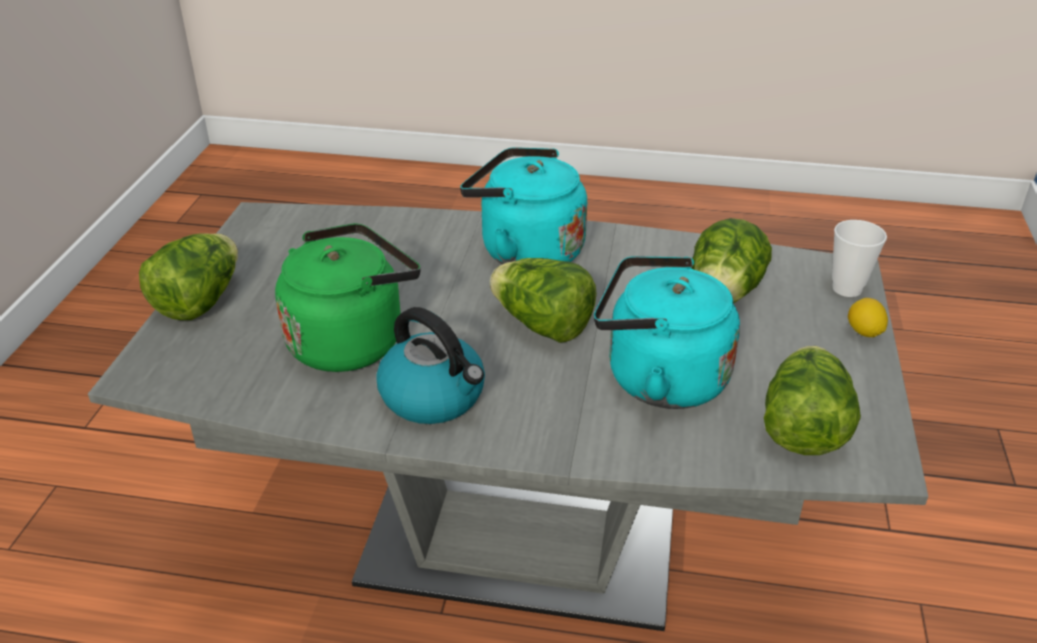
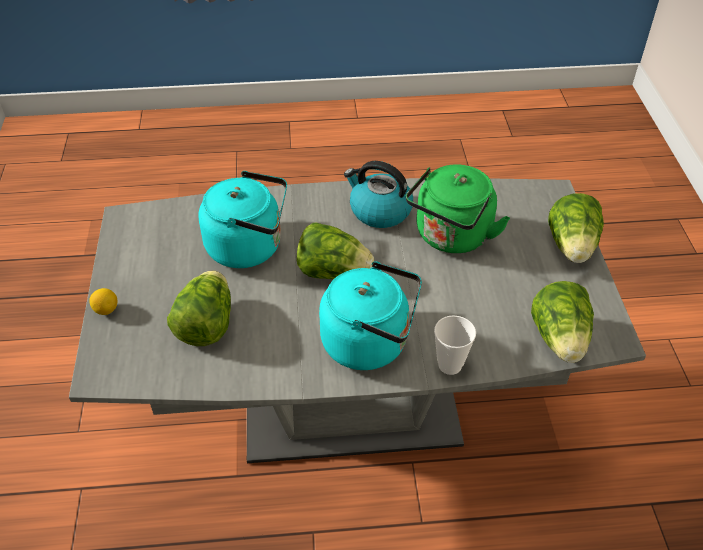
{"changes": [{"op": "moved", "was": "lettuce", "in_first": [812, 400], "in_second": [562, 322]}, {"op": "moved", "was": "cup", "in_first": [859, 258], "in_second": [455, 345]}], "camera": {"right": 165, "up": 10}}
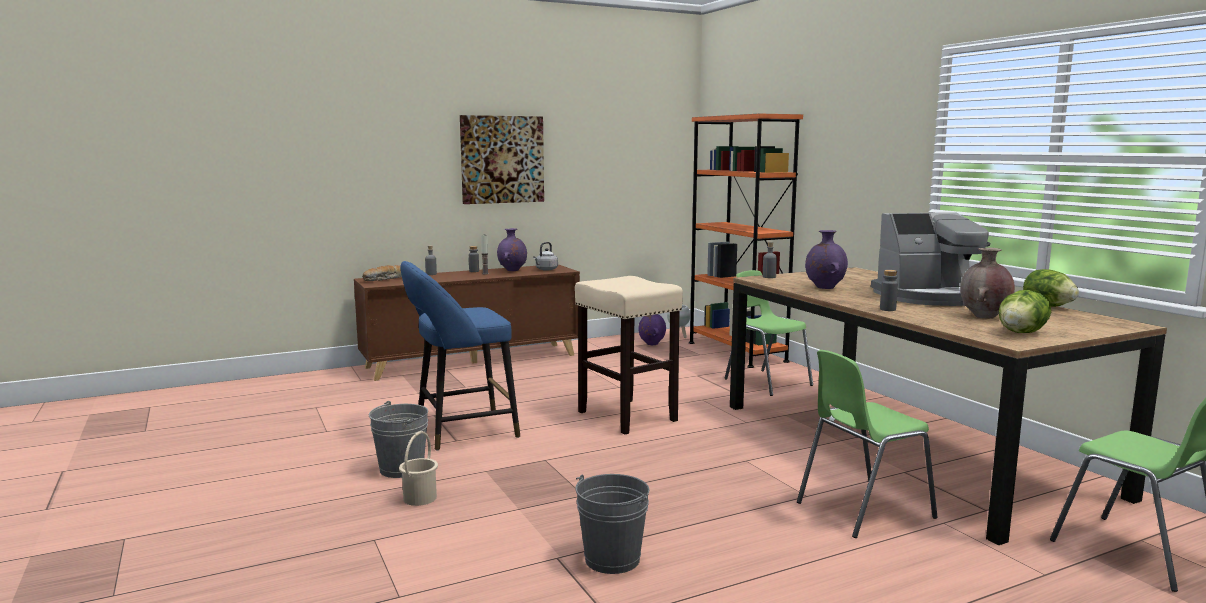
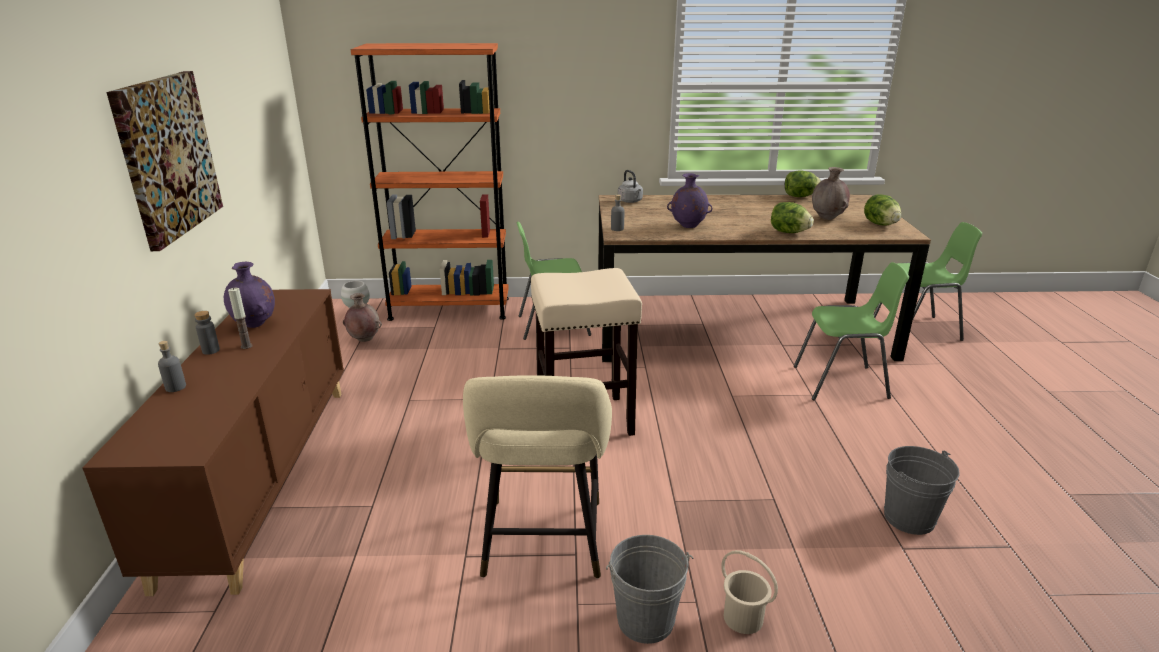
{"changes": [{"op": "removed", "was": "bread", "in_first": [382, 273]}, {"op": "recoloured", "was": "blue stool", "now": "beige stool", "in_first": [460, 355], "in_second": [537, 476]}, {"op": "moved", "was": "grey kettle", "in_first": [545, 256], "in_second": [630, 186]}, {"op": "recoloured", "was": "purple vase", "now": "brown vase", "in_first": [652, 329], "in_second": [362, 317]}, {"op": "turned", "was": "green chair", "in_first": [867, 444], "in_second": [851, 331], "clockwise": -90}, {"op": "removed", "was": "coffee machine", "in_first": [930, 259]}, {"op": "replaced", "was": "grey bottle", "now": "lettuce", "in_first": [889, 290], "in_second": [792, 217]}], "camera": {"right": -65, "up": 15}}
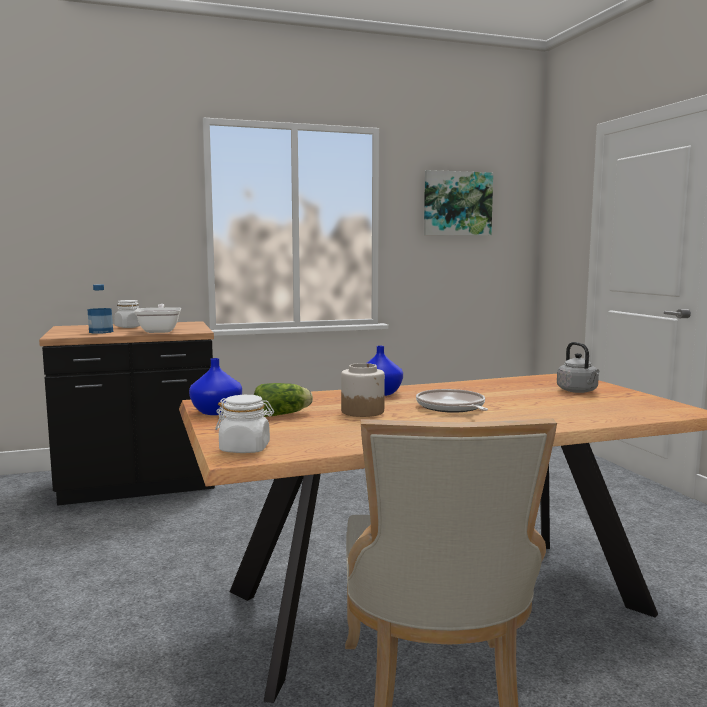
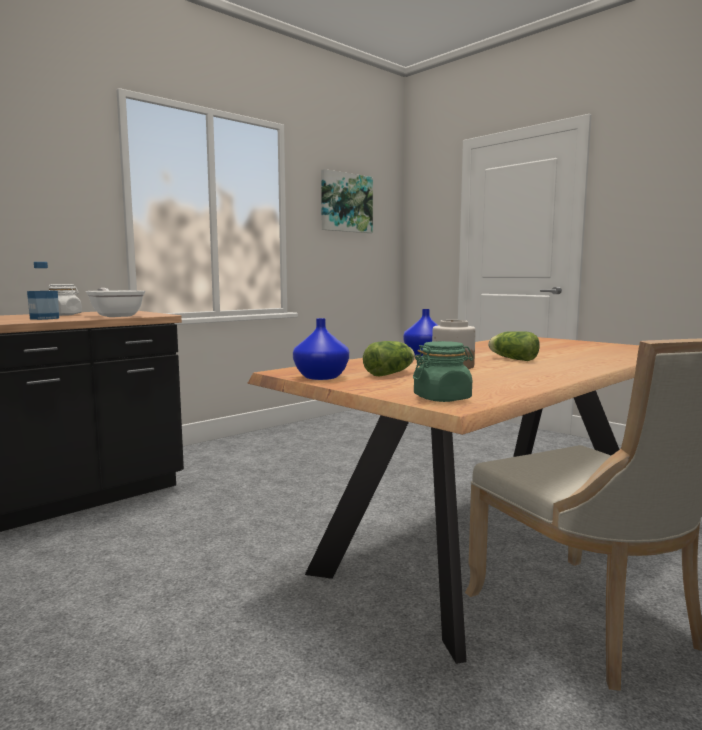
{"changes": [{"op": "recoloured", "was": "white jar", "now": "green jar", "in_first": [244, 424], "in_second": [443, 371]}, {"op": "replaced", "was": "frying pan", "now": "lettuce", "in_first": [452, 401], "in_second": [514, 346]}, {"op": "removed", "was": "grey kettle", "in_first": [578, 367]}], "camera": {"right": -25, "up": 0}}
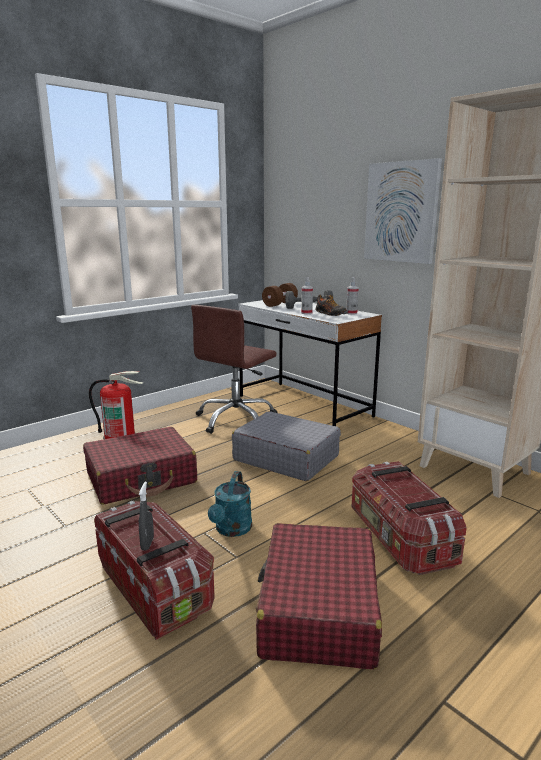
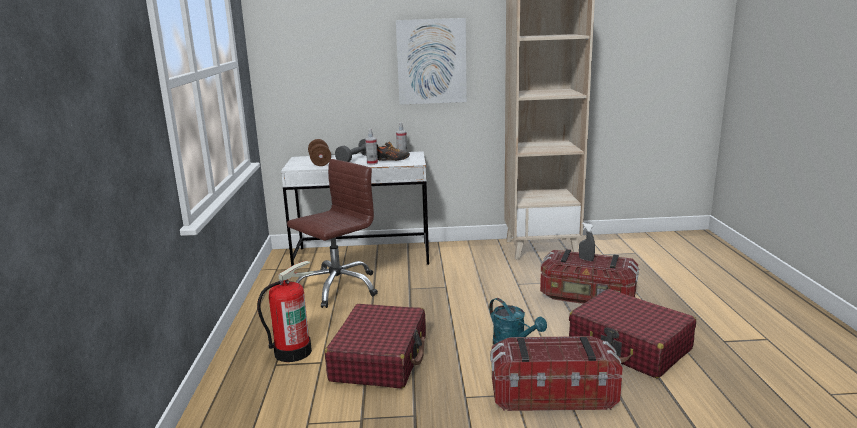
{"changes": [{"op": "moved", "was": "grey spray bottle", "in_first": [146, 516], "in_second": [587, 242]}, {"op": "turned", "was": "brown office chair", "in_first": [234, 369], "in_second": [332, 233], "clockwise": -120}, {"op": "removed", "was": "grey suitcase", "in_first": [286, 446]}], "camera": {"right": -50, "up": 0}}
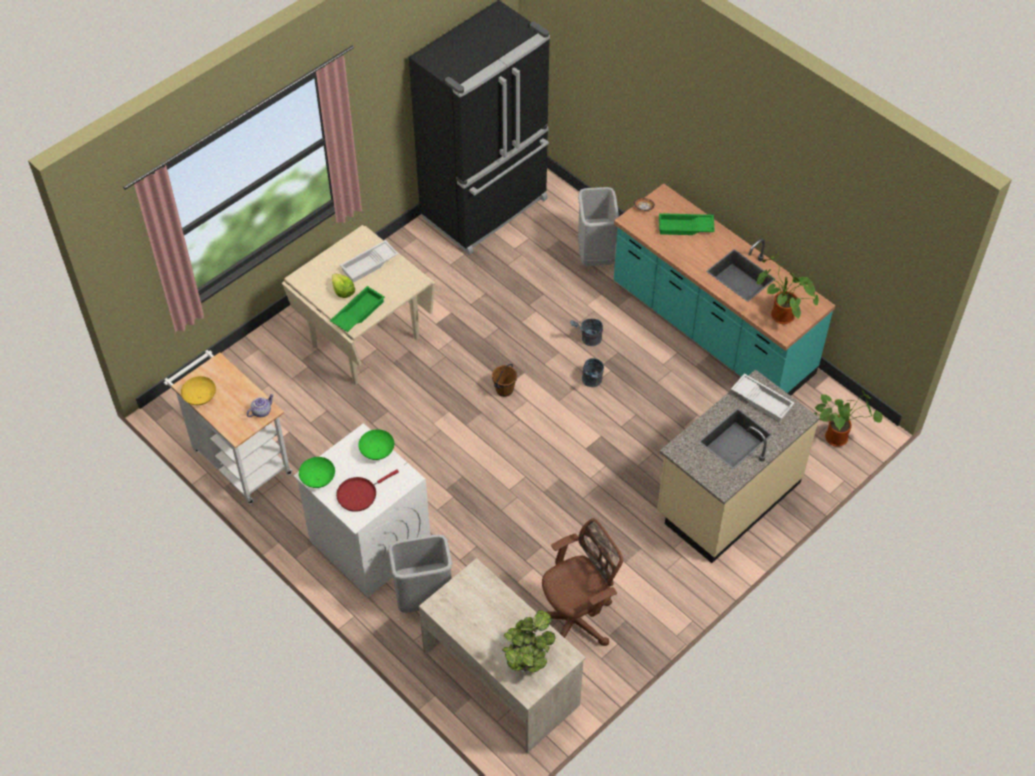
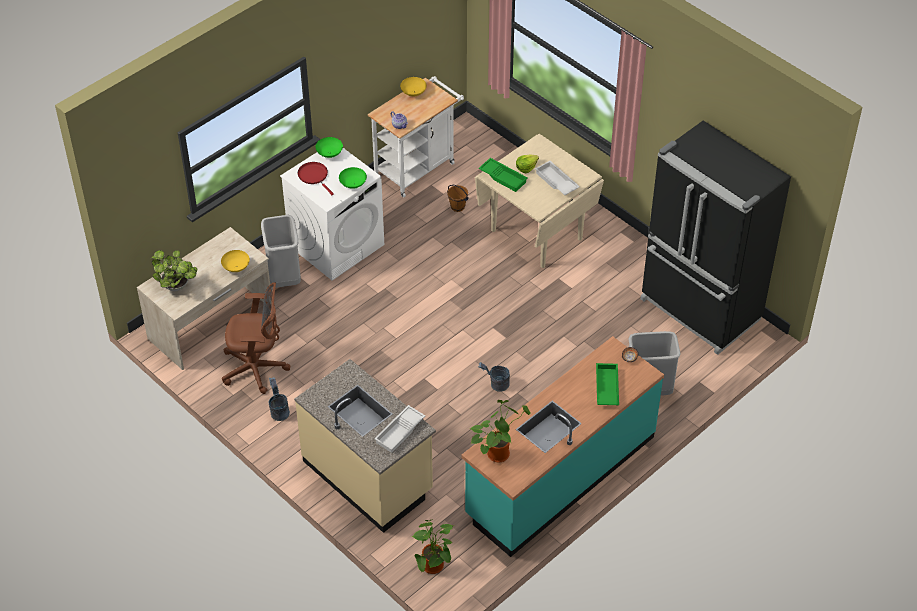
{"changes": [{"op": "moved", "was": "brown bucket", "in_first": [504, 380], "in_second": [458, 198]}, {"op": "turned", "was": "brown office chair", "in_first": [582, 582], "in_second": [256, 338], "clockwise": -60}, {"op": "moved", "was": "grey bucket", "in_first": [586, 332], "in_second": [279, 399]}, {"op": "added", "now": "yellow bowl", "in_second": [235, 261]}], "camera": {"right": 90, "up": -5}}
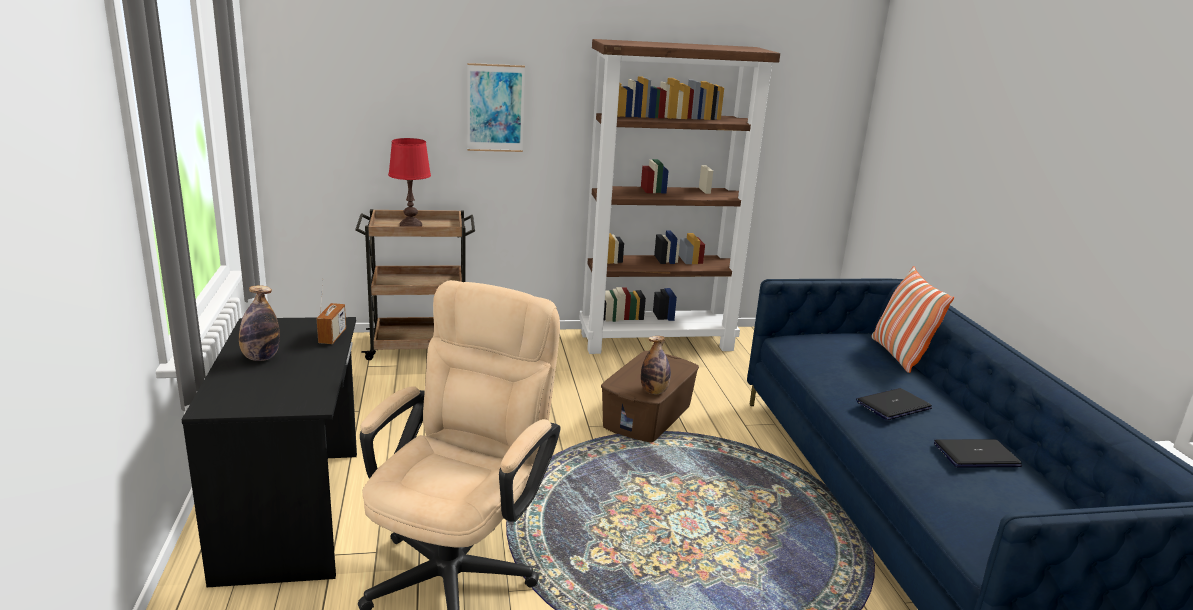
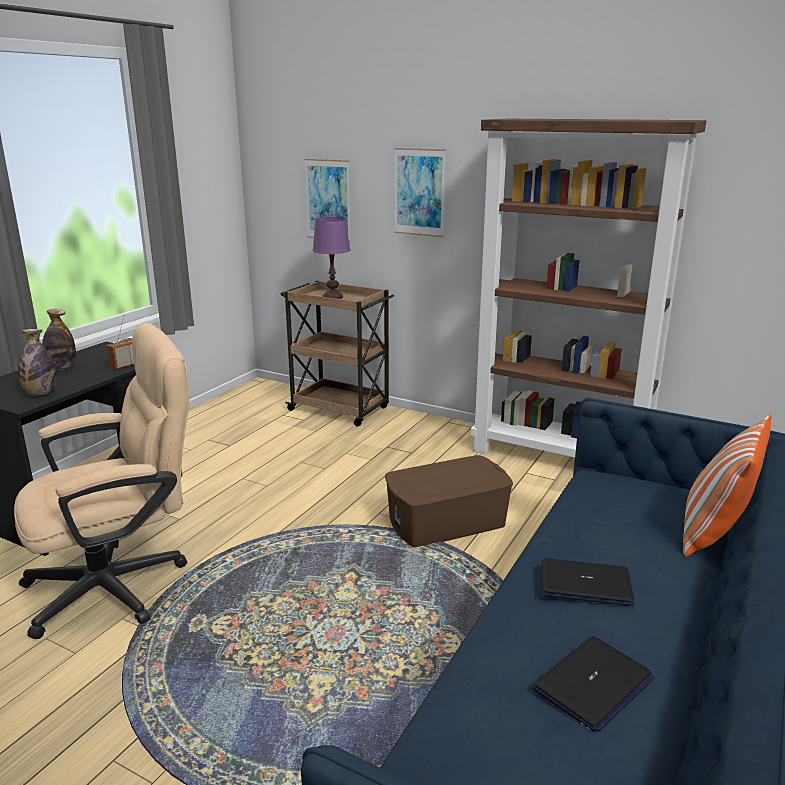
{"changes": [{"op": "recoloured", "was": "red table lamp", "now": "purple table lamp", "in_first": [409, 182], "in_second": [331, 258]}, {"op": "moved", "was": "bottle", "in_first": [656, 365], "in_second": [37, 362]}, {"op": "turned", "was": "laptop", "in_first": [978, 453], "in_second": [594, 684], "clockwise": 105}, {"op": "added", "now": "picture", "in_second": [327, 200]}], "camera": {"right": 40, "up": 0}}
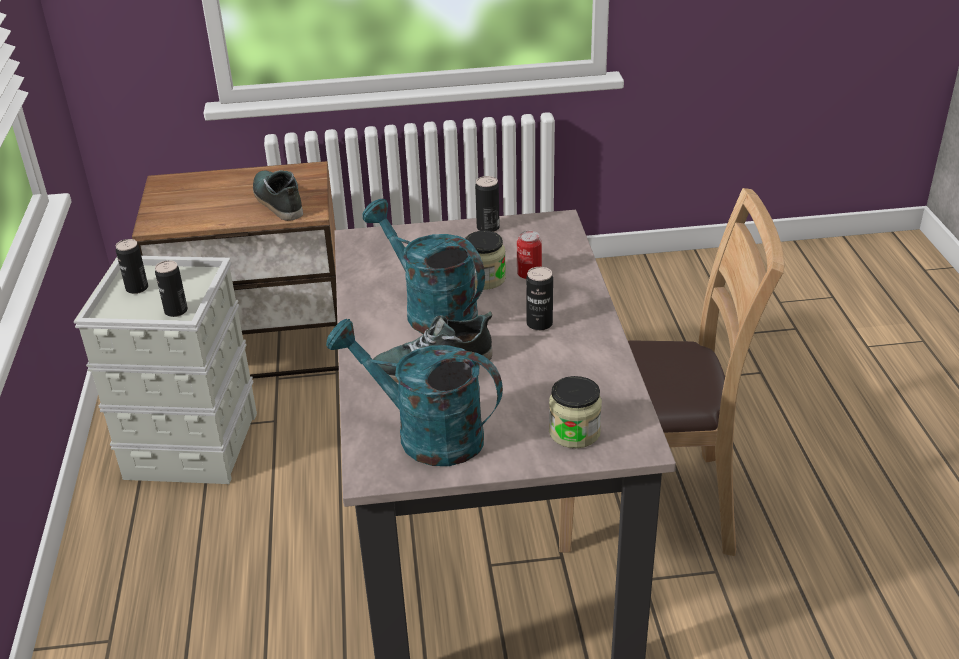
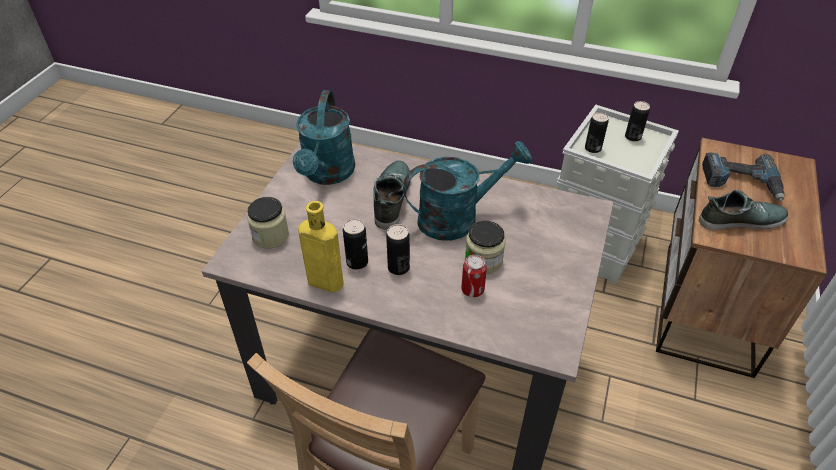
{"changes": [{"op": "turned", "was": "turquoise watering can", "in_first": [414, 392], "in_second": [324, 137], "clockwise": 135}, {"op": "moved", "was": "can", "in_first": [487, 204], "in_second": [355, 244]}, {"op": "added", "now": "yellow bottle", "in_second": [321, 246]}, {"op": "added", "now": "power drill", "in_second": [743, 177]}], "camera": {"right": 115, "up": 10}}
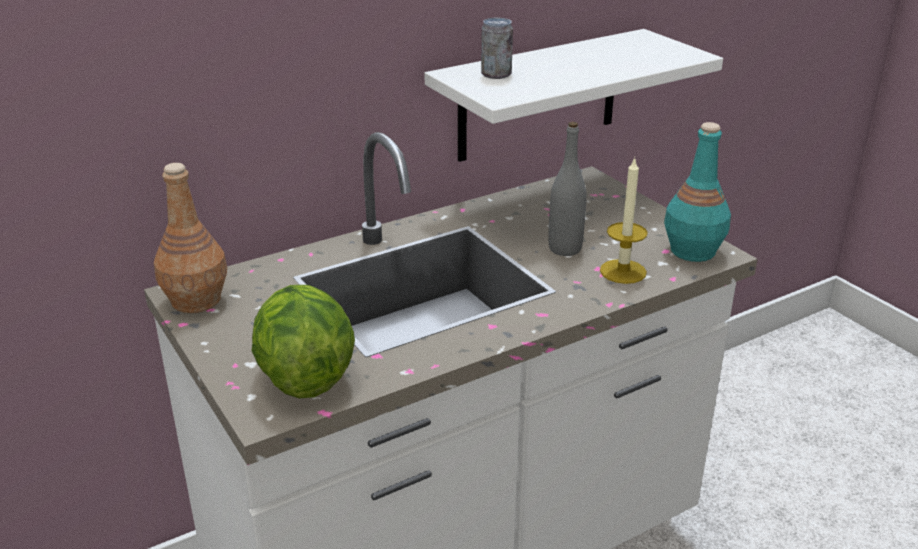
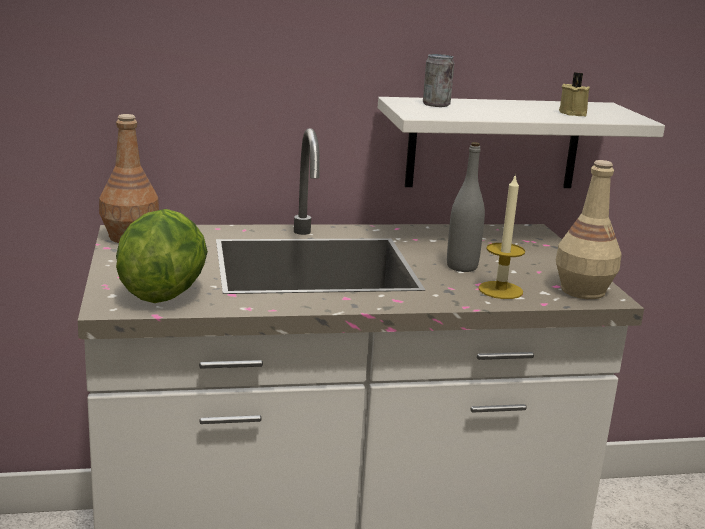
{"changes": [{"op": "recoloured", "was": "turquoise bottle", "now": "beige bottle", "in_first": [697, 192], "in_second": [589, 229]}, {"op": "added", "now": "beige candle", "in_second": [574, 94]}], "camera": {"right": 20, "up": -10}}
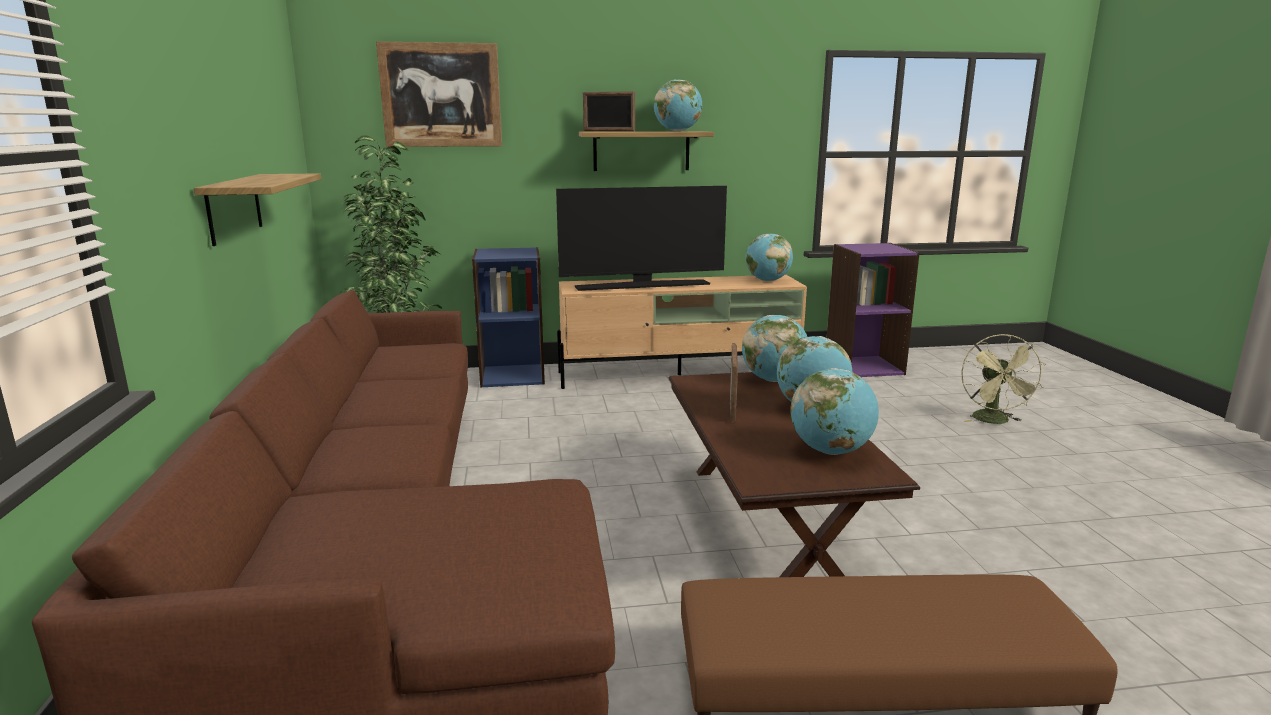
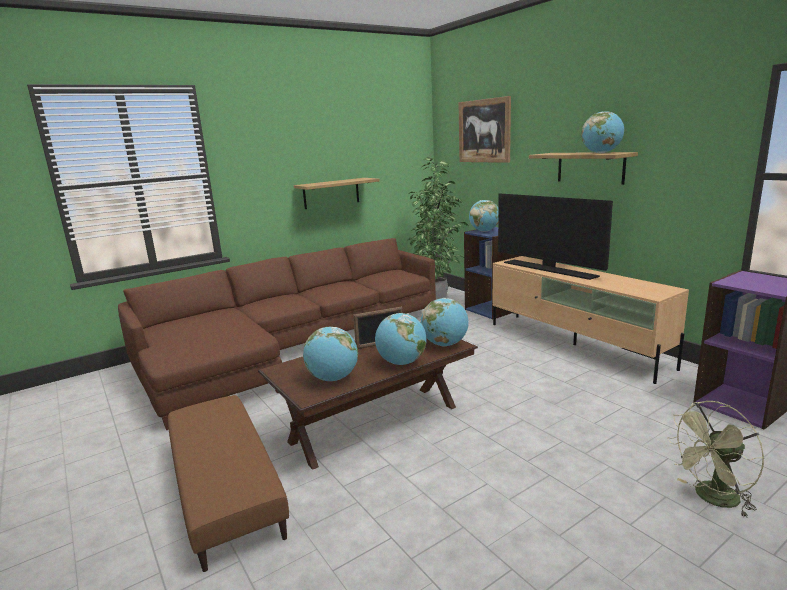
{"changes": [{"op": "removed", "was": "picture frame", "in_first": [609, 112]}, {"op": "moved", "was": "globe", "in_first": [769, 257], "in_second": [484, 216]}], "camera": {"right": 65, "up": 0}}
